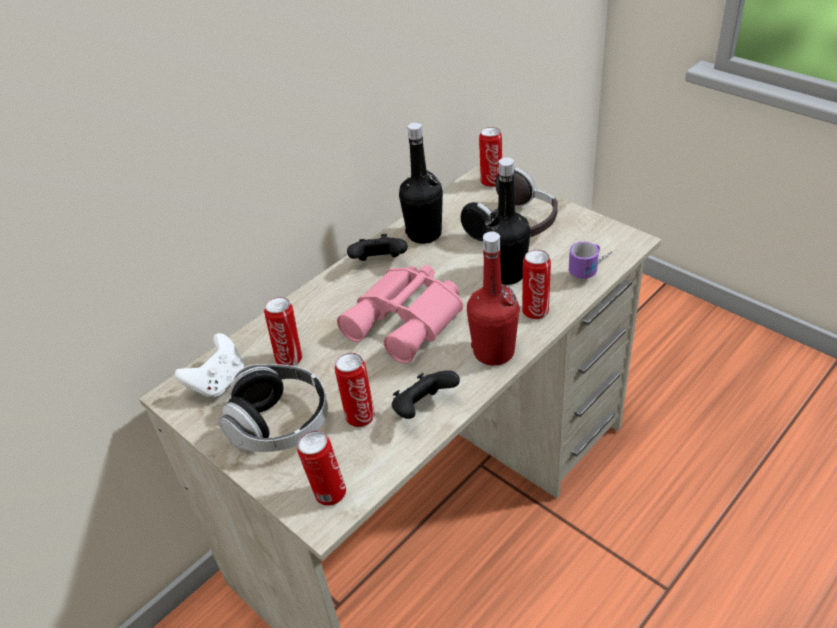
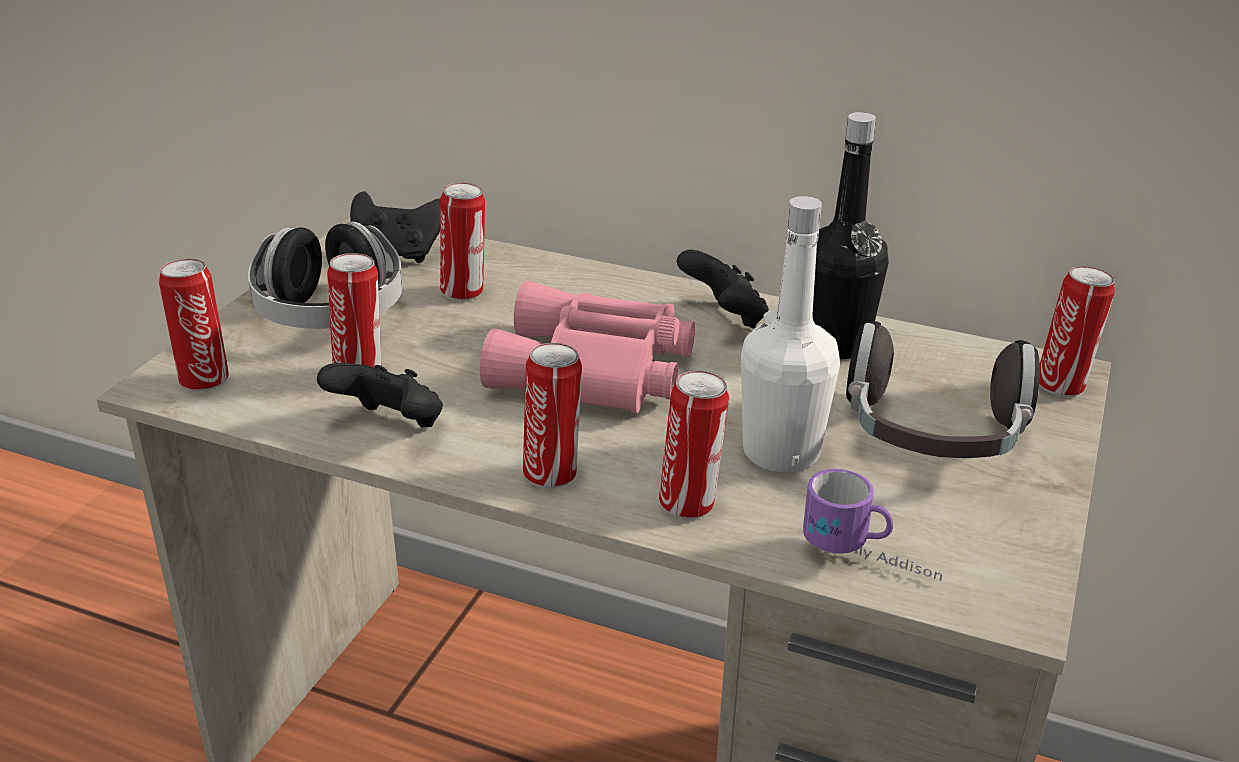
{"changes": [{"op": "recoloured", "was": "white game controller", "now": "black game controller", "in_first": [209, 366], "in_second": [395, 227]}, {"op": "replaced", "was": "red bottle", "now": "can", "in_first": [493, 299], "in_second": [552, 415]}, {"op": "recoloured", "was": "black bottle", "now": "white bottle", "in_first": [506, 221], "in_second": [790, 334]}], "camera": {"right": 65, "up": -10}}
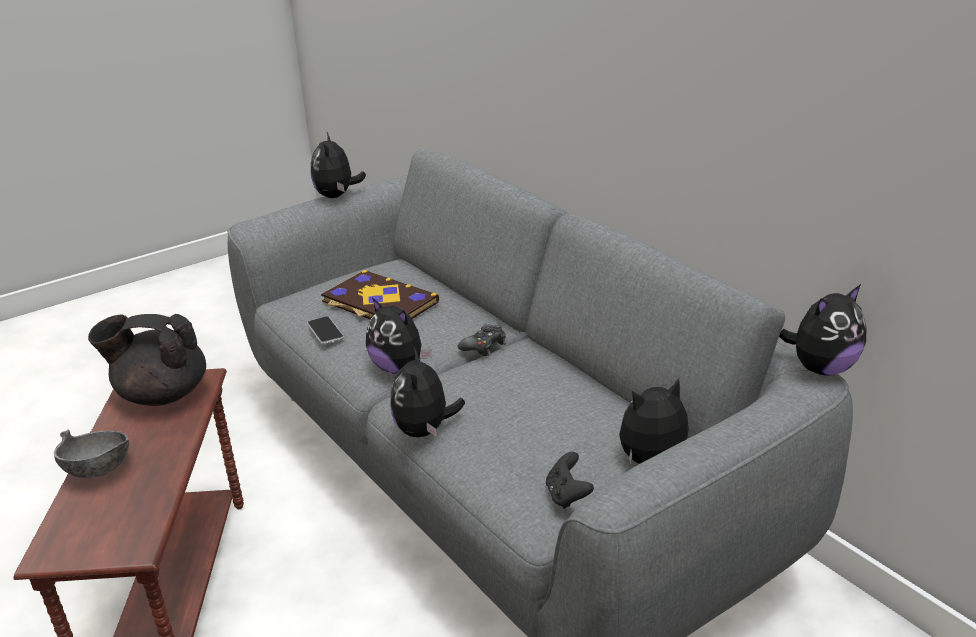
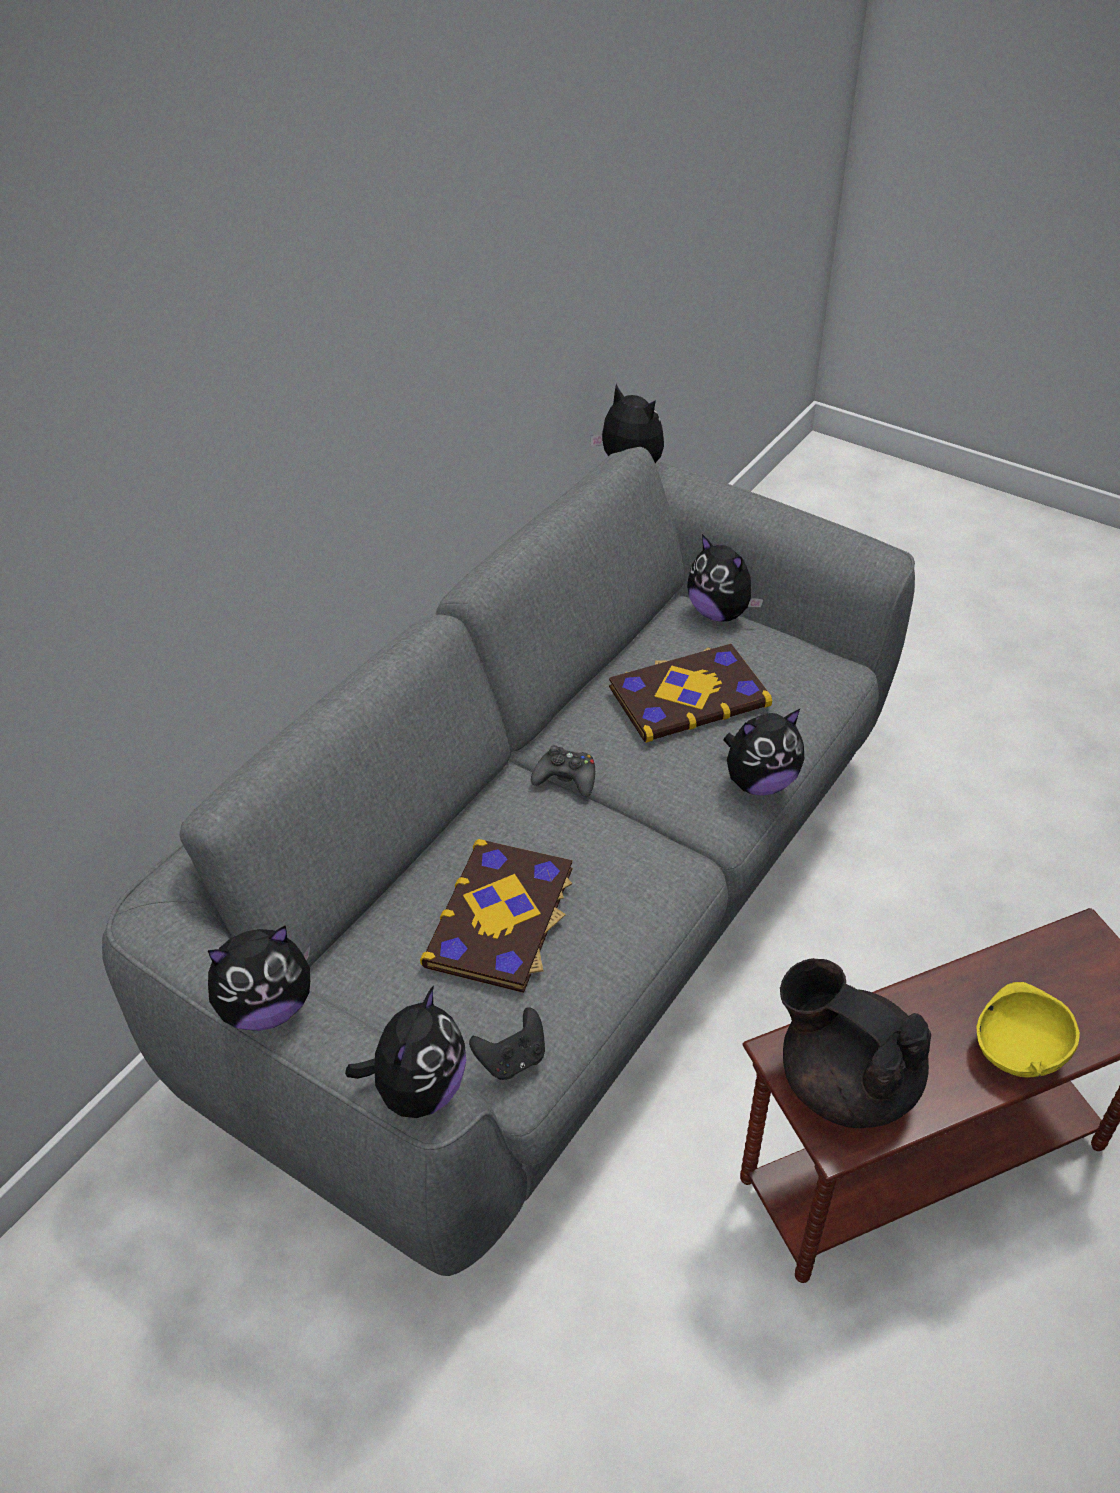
{"changes": [{"op": "recoloured", "was": "grey bowl", "now": "yellow bowl", "in_first": [91, 453], "in_second": [1028, 1030]}, {"op": "turned", "was": "black teapot", "in_first": [147, 360], "in_second": [855, 1043], "clockwise": 150}, {"op": "removed", "was": "phone", "in_first": [325, 330]}, {"op": "moved", "was": "plush toy", "in_first": [399, 335], "in_second": [405, 1051]}, {"op": "moved", "was": "black game controller", "in_first": [570, 480], "in_second": [507, 1043]}, {"op": "added", "now": "book", "in_second": [690, 693]}], "camera": {"right": -110, "up": 15}}
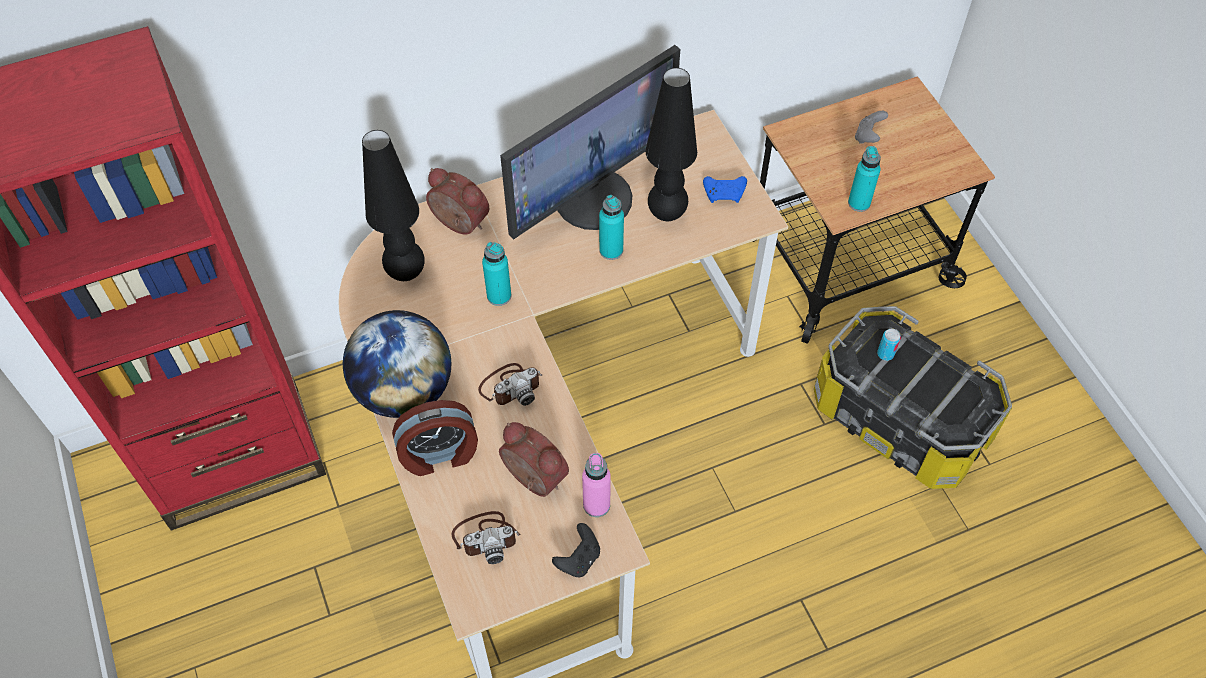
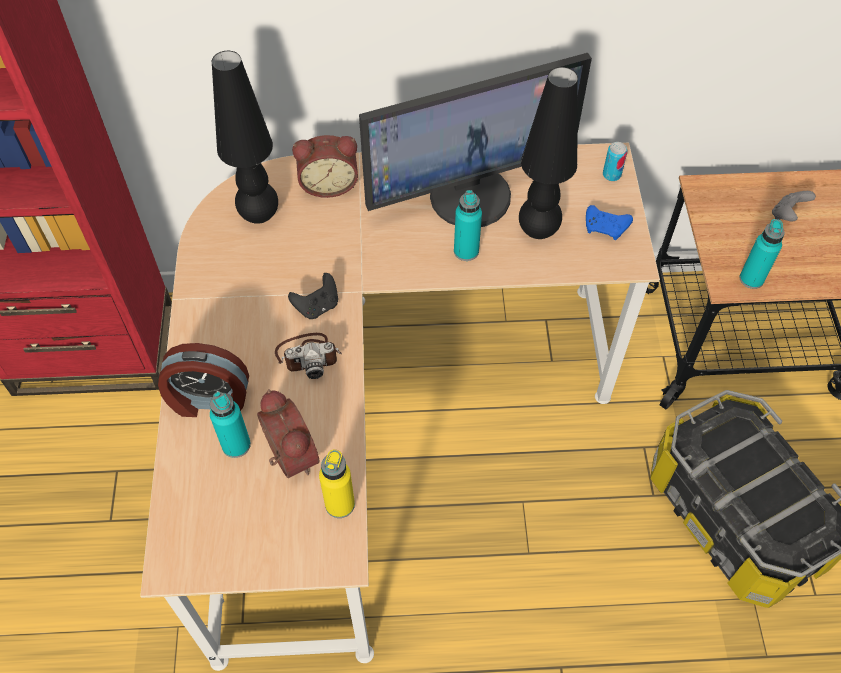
{"changes": [{"op": "removed", "was": "globe", "in_first": [397, 364]}, {"op": "turned", "was": "alarm clock", "in_first": [458, 201], "in_second": [325, 166], "clockwise": 120}, {"op": "removed", "was": "photo camera", "in_first": [486, 537]}, {"op": "moved", "was": "turquoise bottle", "in_first": [496, 274], "in_second": [230, 425]}, {"op": "moved", "was": "black game controller", "in_first": [576, 550], "in_second": [313, 296]}, {"op": "recoloured", "was": "pink bottle", "now": "yellow bottle", "in_first": [596, 485], "in_second": [337, 484]}, {"op": "moved", "was": "can", "in_first": [889, 344], "in_second": [615, 161]}], "camera": {"right": 20, "up": 0}}
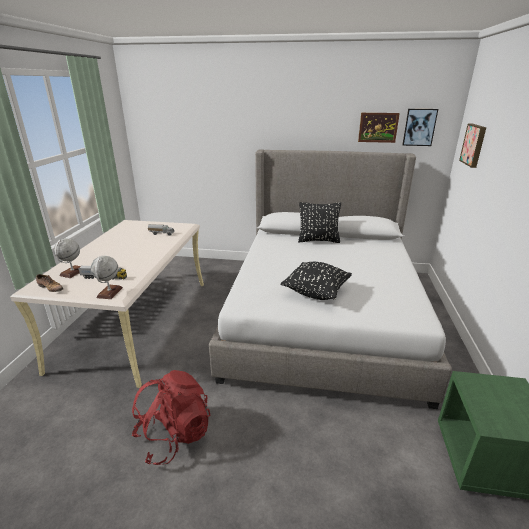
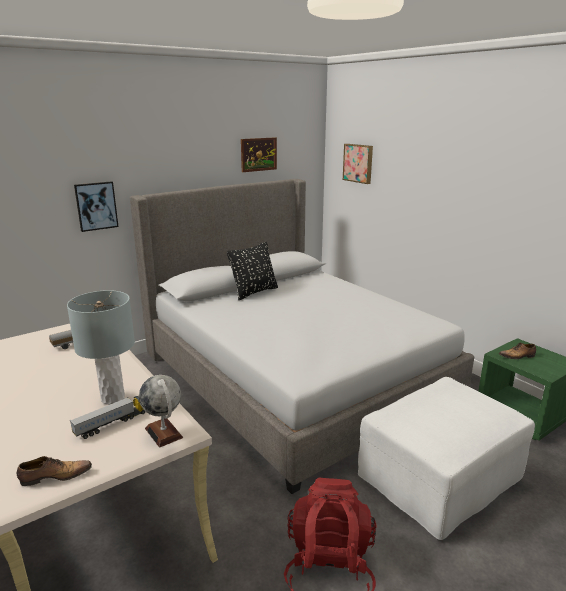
{"changes": [{"op": "removed", "was": "globe", "in_first": [67, 258]}, {"op": "removed", "was": "black pillow", "in_first": [316, 281]}, {"op": "moved", "was": "picture", "in_first": [420, 127], "in_second": [96, 206]}, {"op": "added", "now": "grey table lamp", "in_second": [101, 347]}, {"op": "added", "now": "white ottoman", "in_second": [446, 458]}, {"op": "added", "now": "shoe", "in_second": [517, 350]}], "camera": {"right": -45, "up": -5}}
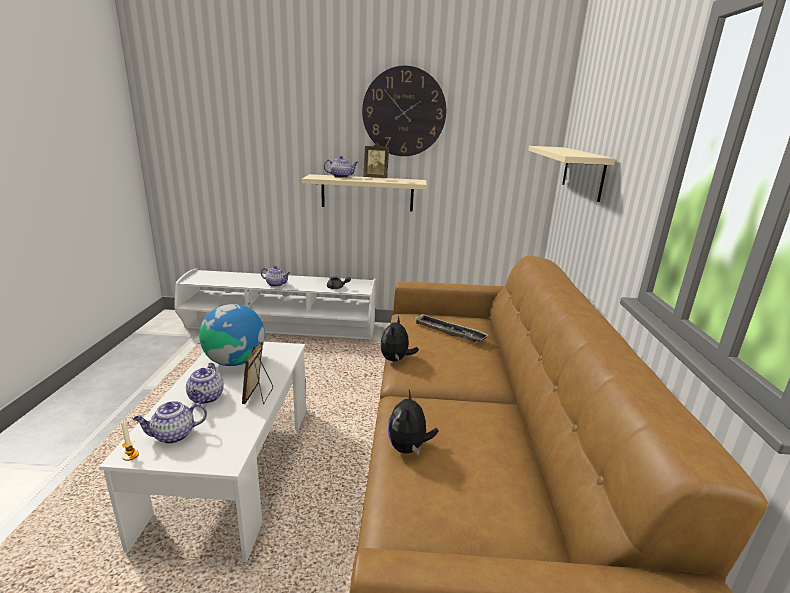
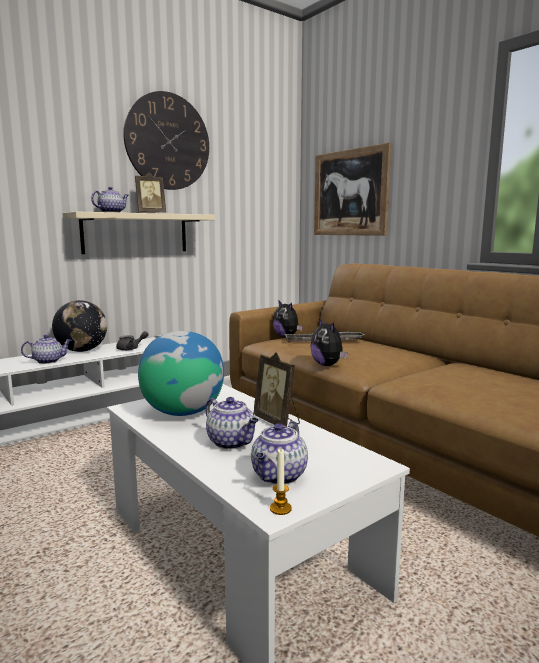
{"changes": [{"op": "moved", "was": "plush toy", "in_first": [413, 422], "in_second": [288, 318]}, {"op": "replaced", "was": "beige shelf", "now": "picture", "in_first": [571, 174], "in_second": [352, 189]}, {"op": "added", "now": "globe", "in_second": [79, 326]}], "camera": {"right": -40, "up": -10}}
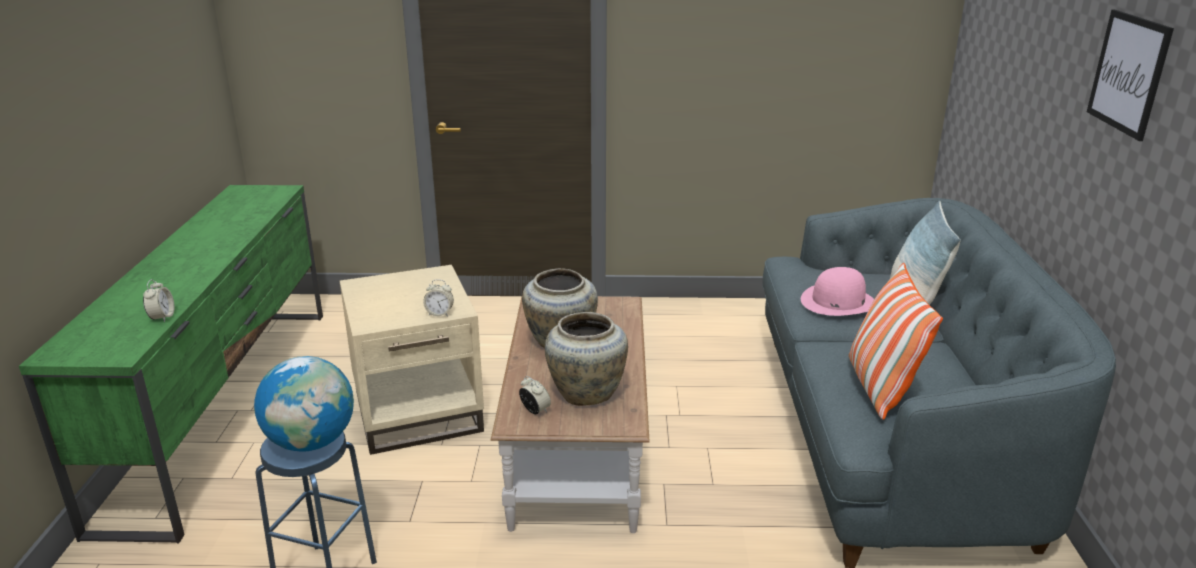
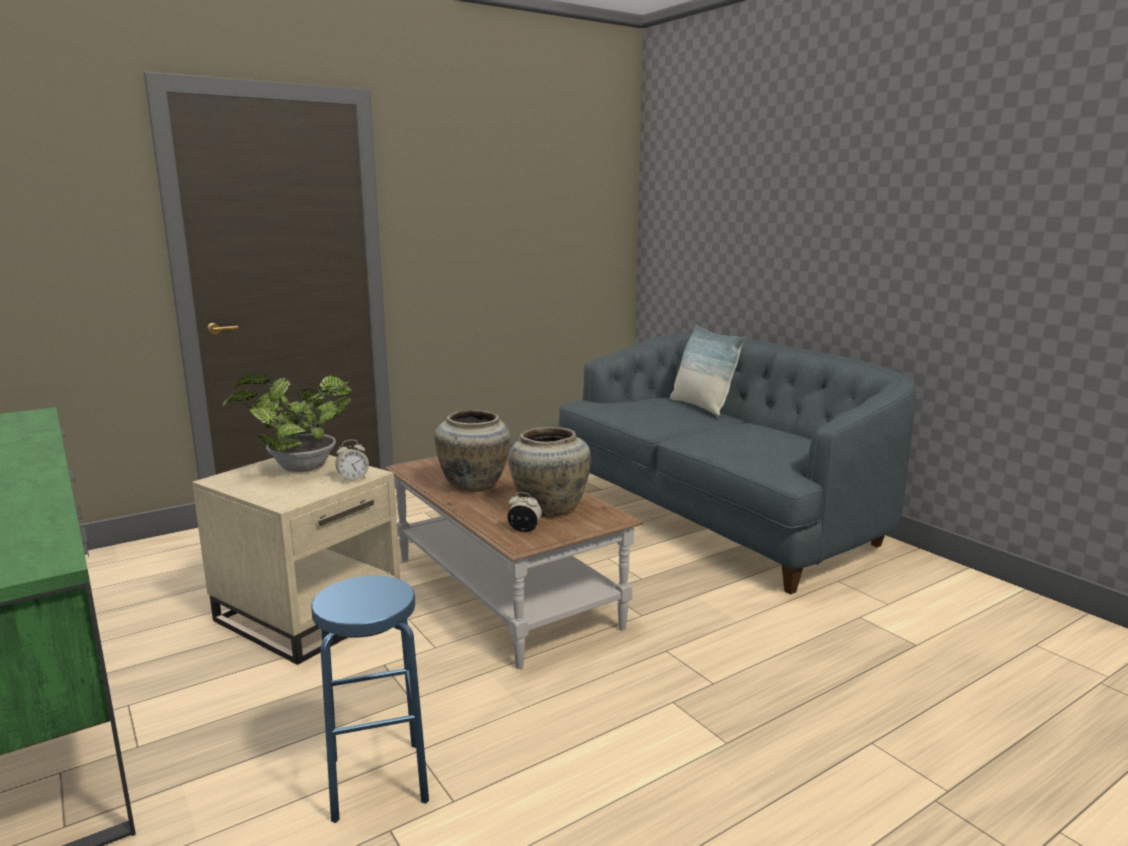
{"changes": [{"op": "removed", "was": "alarm clock", "in_first": [159, 300]}, {"op": "removed", "was": "globe", "in_first": [304, 404]}, {"op": "removed", "was": "pink hat", "in_first": [837, 291]}, {"op": "removed", "was": "pillow", "in_first": [896, 341]}, {"op": "removed", "was": "picture", "in_first": [1130, 75]}, {"op": "added", "now": "potted plant", "in_second": [287, 423]}], "camera": {"right": -35, "up": -10}}
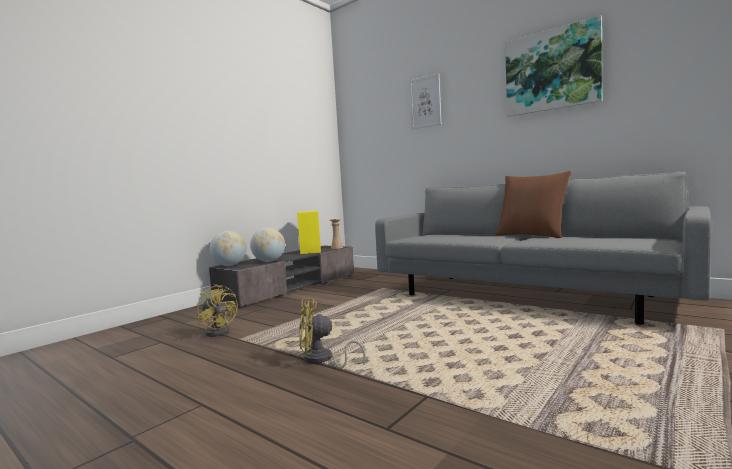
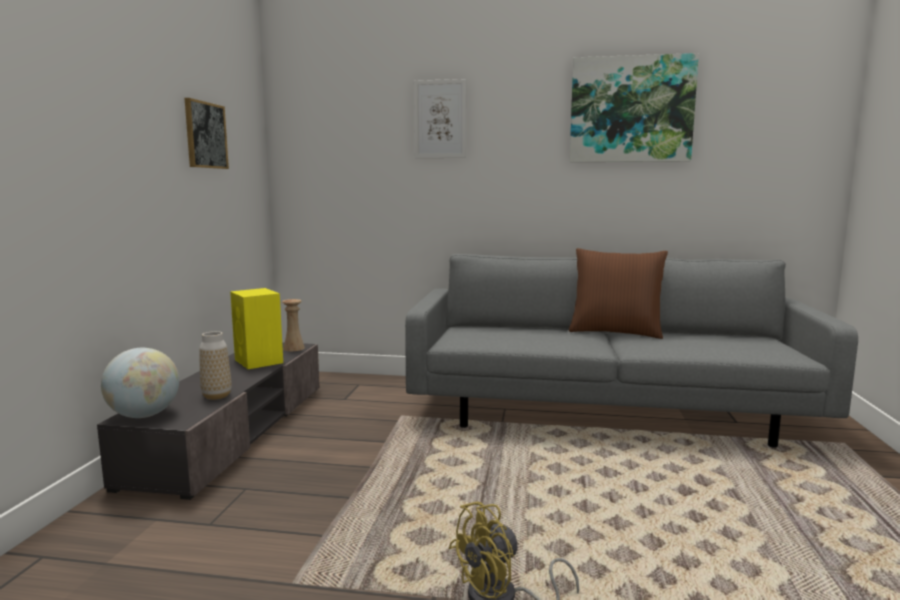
{"changes": [{"op": "removed", "was": "yellow fan", "in_first": [217, 310]}, {"op": "replaced", "was": "globe", "now": "vase", "in_first": [267, 245], "in_second": [215, 365]}, {"op": "added", "now": "picture", "in_second": [206, 133]}], "camera": {"right": -30, "up": 5}}
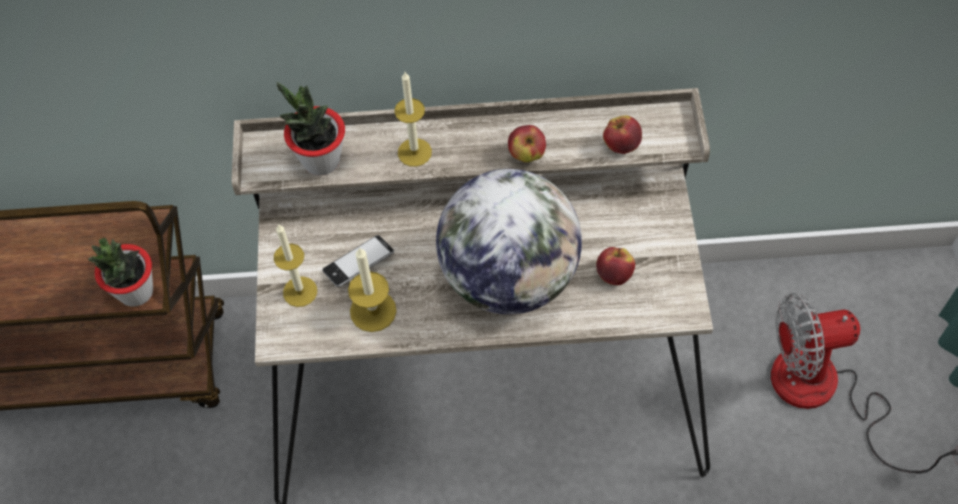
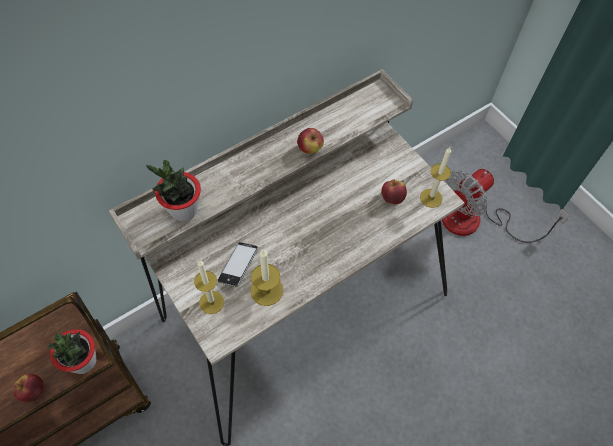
{"changes": [{"op": "moved", "was": "candle", "in_first": [413, 119], "in_second": [435, 177]}, {"op": "removed", "was": "globe", "in_first": [509, 242]}, {"op": "moved", "was": "apple", "in_first": [622, 134], "in_second": [29, 388]}], "camera": {"right": -35, "up": 0}}
